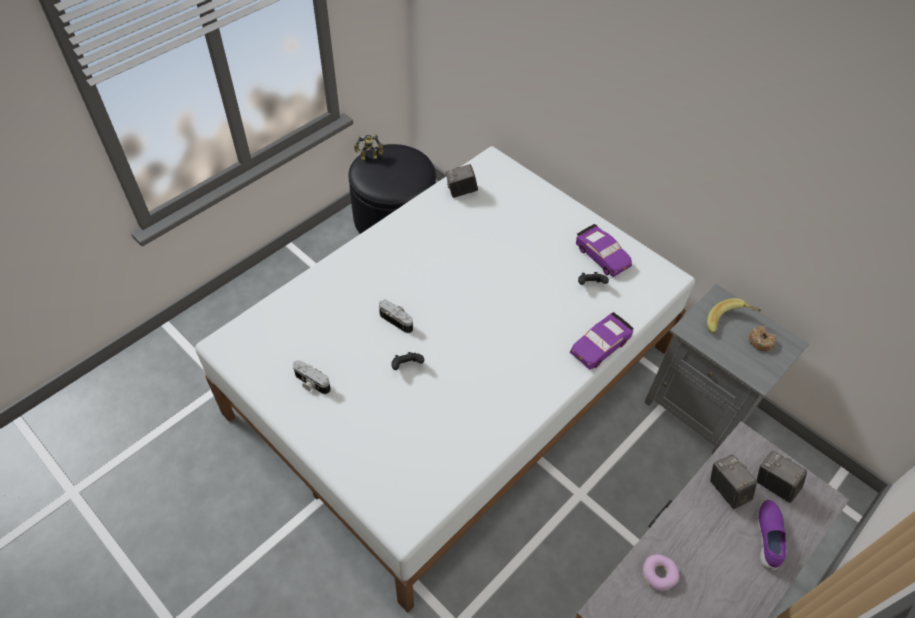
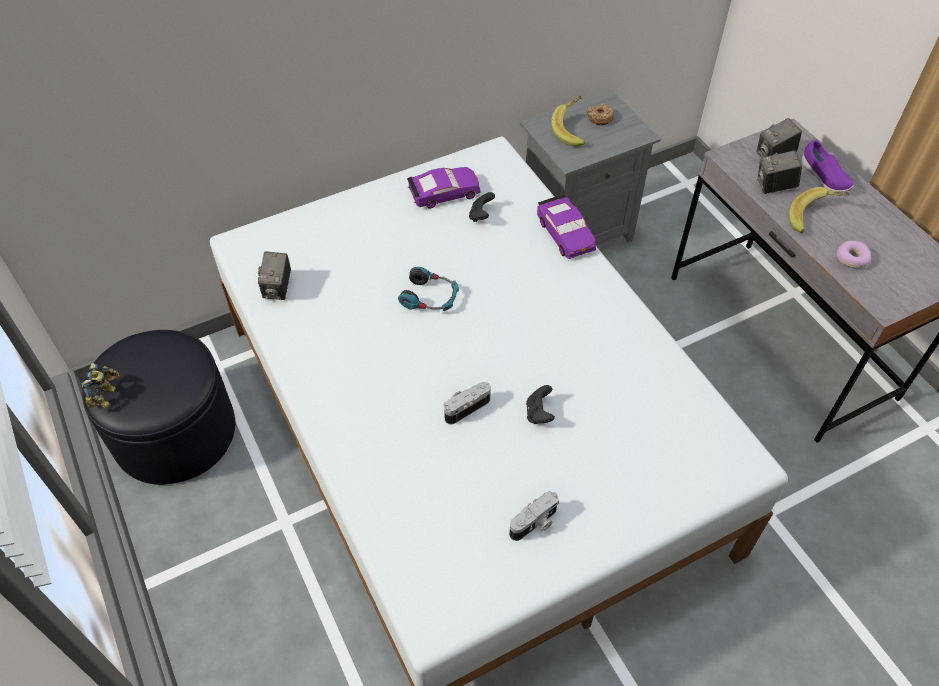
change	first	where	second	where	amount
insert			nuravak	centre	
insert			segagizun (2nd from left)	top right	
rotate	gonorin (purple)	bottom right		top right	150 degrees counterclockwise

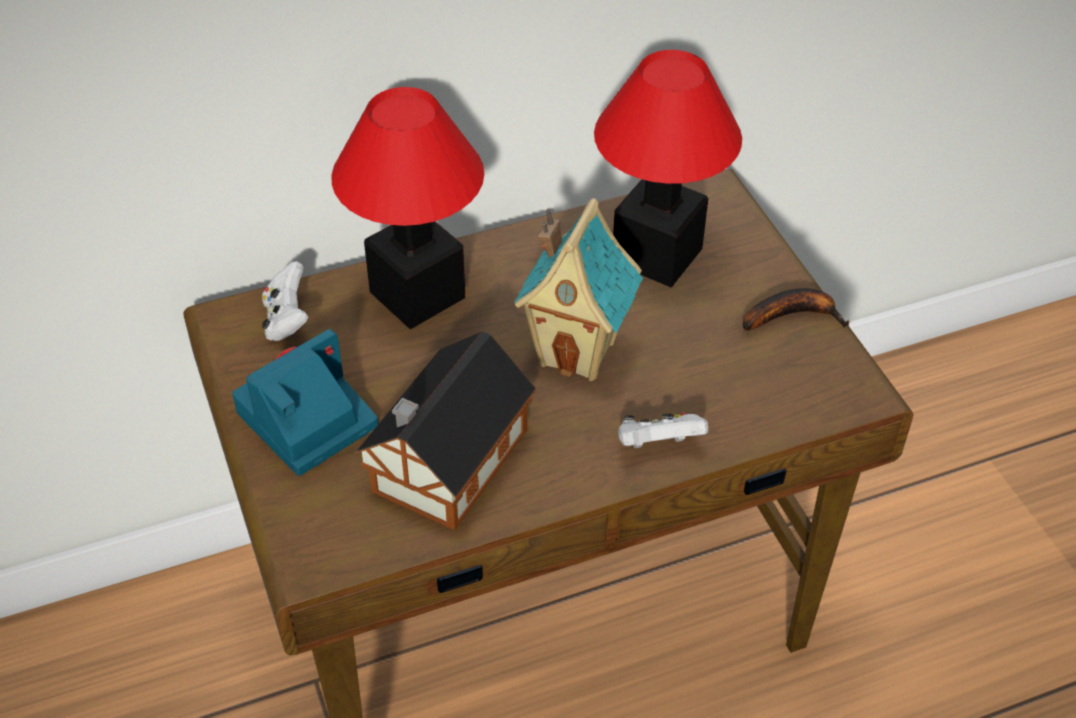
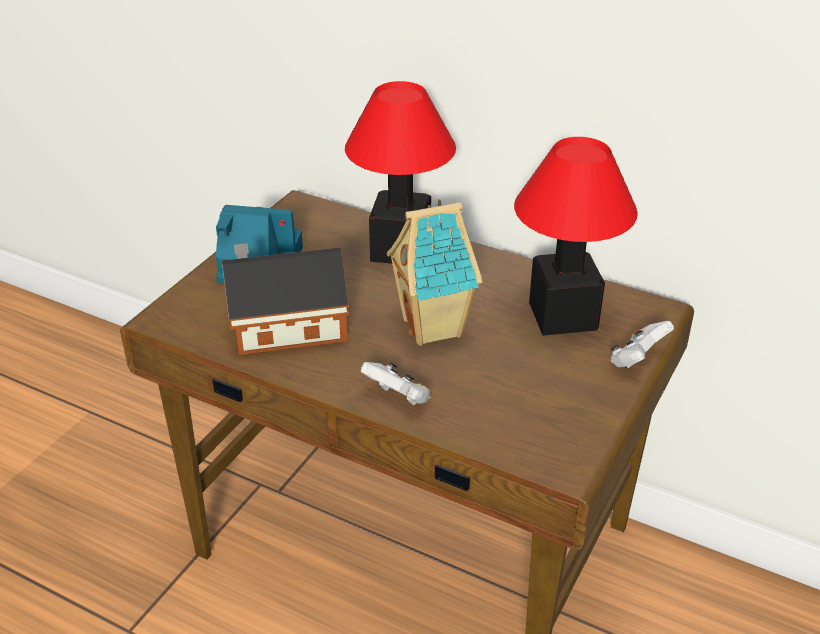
change	first	where	second	where	amount
move	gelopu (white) (1st from left in the first image)	middle left	gelopu (white) (2nd from left)	middle right	
delete	segagizun	middle right			

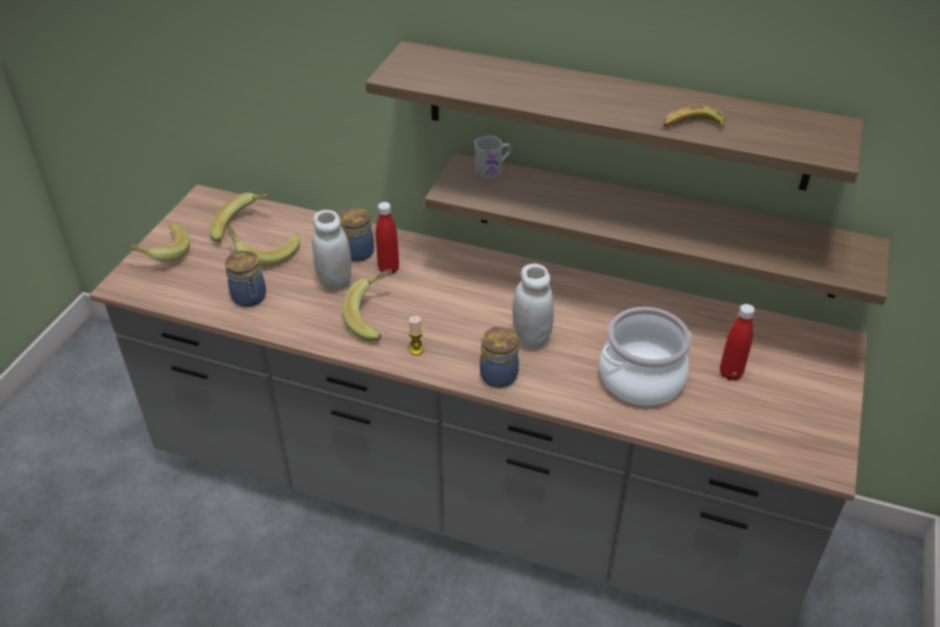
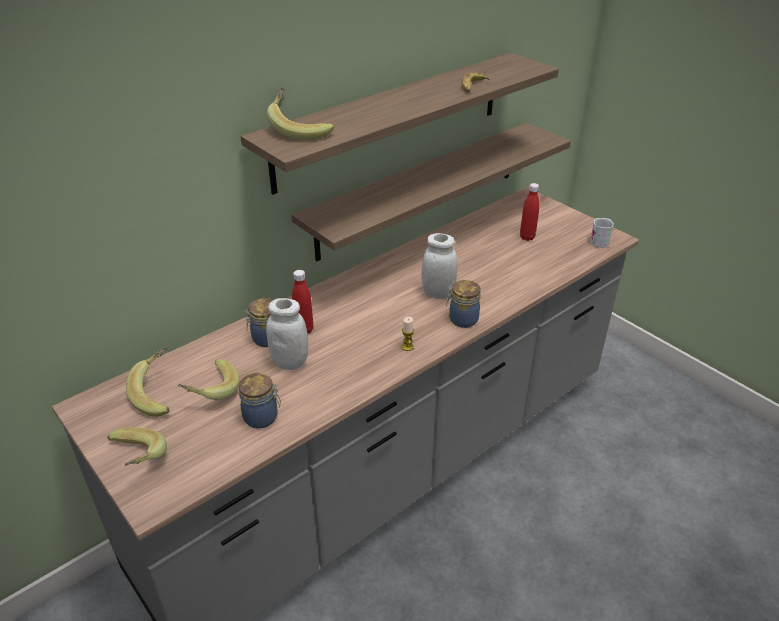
change	first	where	second	where	amount
move	segagizun (4th from left)	centre		top centre	
move	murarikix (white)	top centre		middle right	
delete	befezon	middle right			

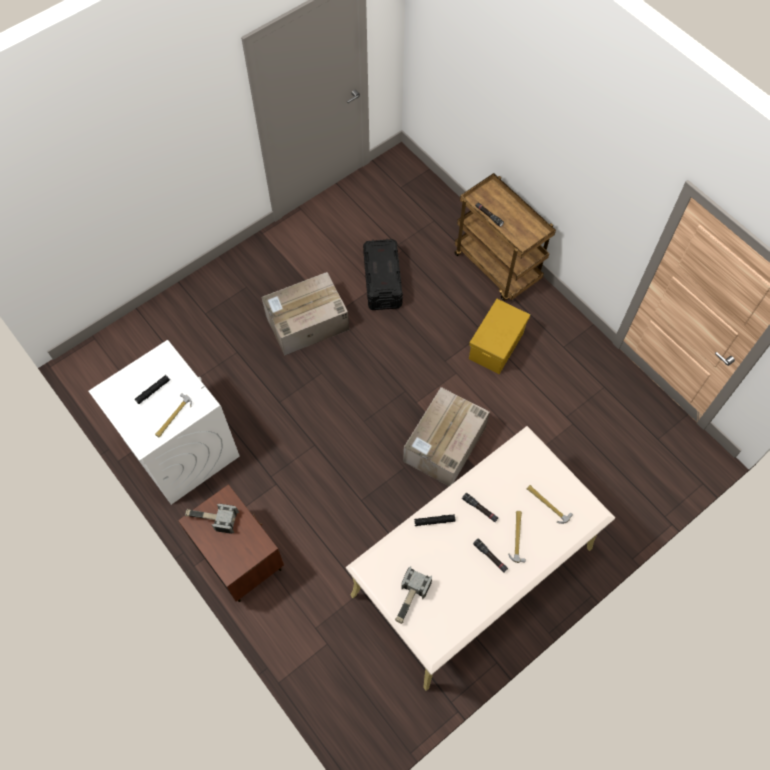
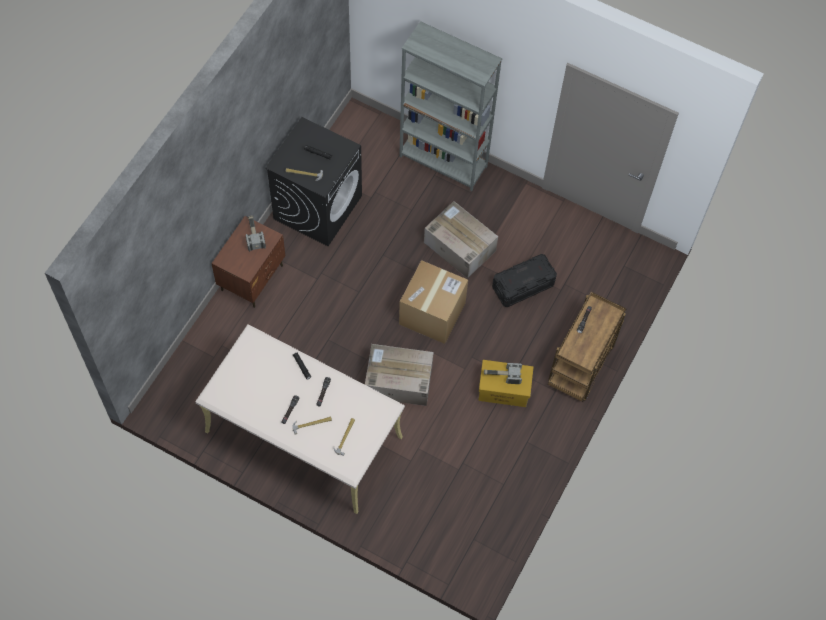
change	first	where	second	where	amount
recolor	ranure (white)	middle left	ranure (black)	top centre	
insert			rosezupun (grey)	top centre	
insert			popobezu (2nd from left)	centre	
move	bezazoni (3rd from left in the first image)	bottom centre	bezazoni (5th from left)	centre	

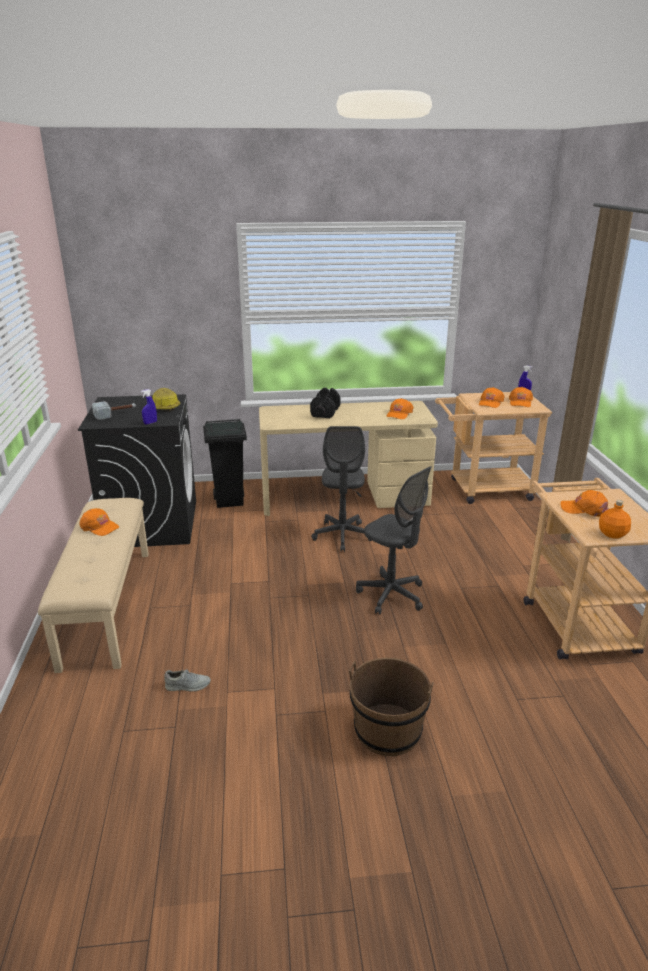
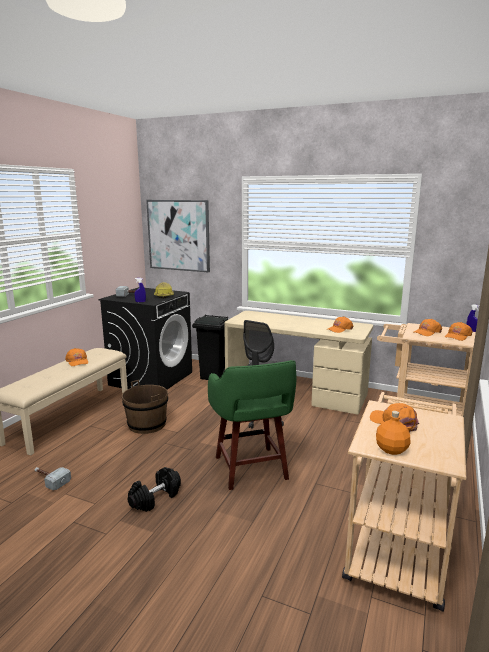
change	first	where	second	where	amount
replace	gonorin (grey)	bottom left	bezazoni (1st from left)	bottom left	
move	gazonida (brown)	bottom centre		middle left	
move	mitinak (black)	centre		bottom left	
insert			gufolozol	centre	
replace	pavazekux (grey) (2nd from left)	centre	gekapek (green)	centre	

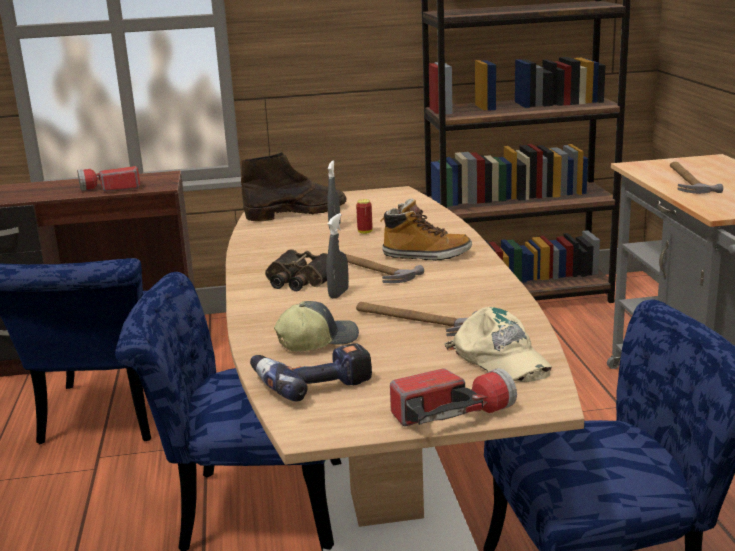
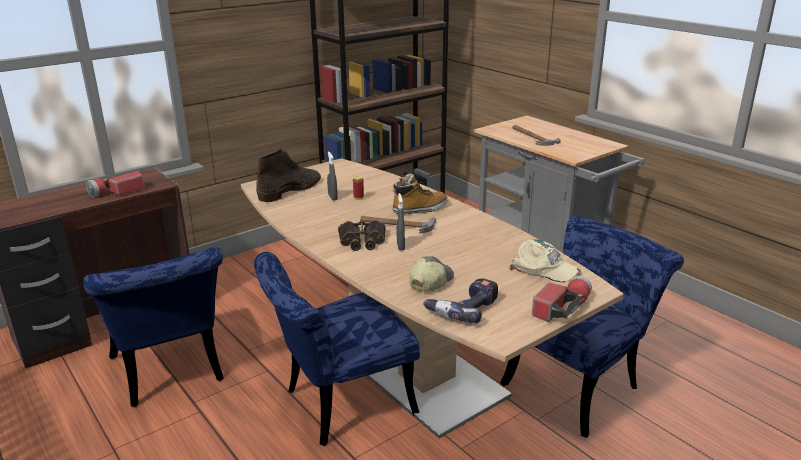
change	first	where	second	where	amount
delete	bezazoni (2nd from left)	centre			

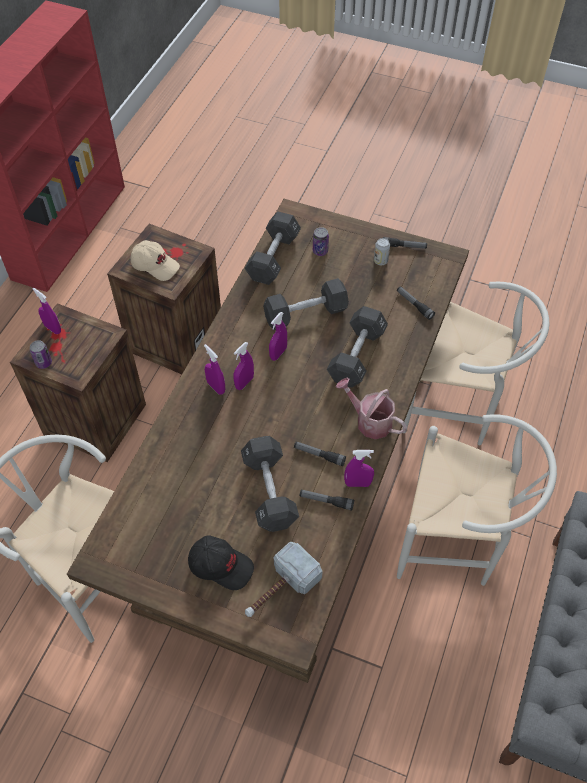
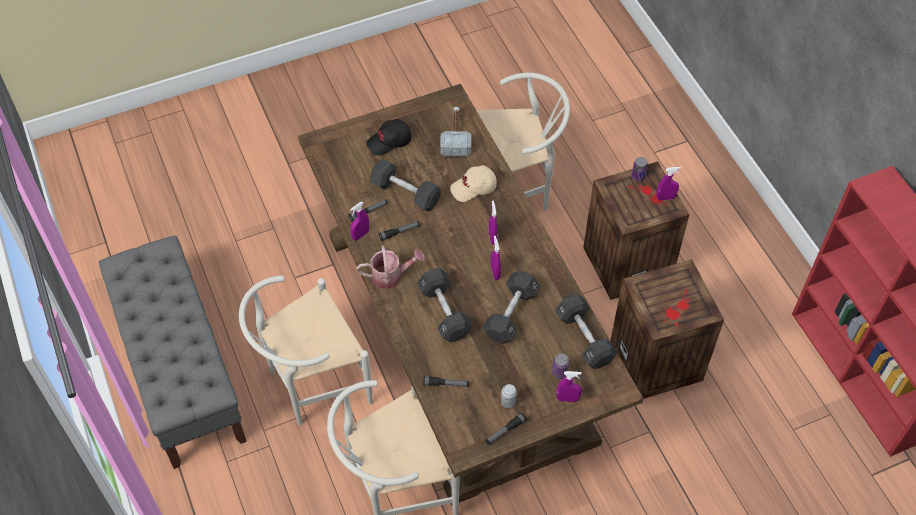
change	first	where	second	where	amount
move	bezazoni	bottom centre		top centre	
move	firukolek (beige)	top left		centre	
move	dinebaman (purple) (2nd from left in the first image)	centre	dinebaman (purple) (4th from left)	bottom centre	

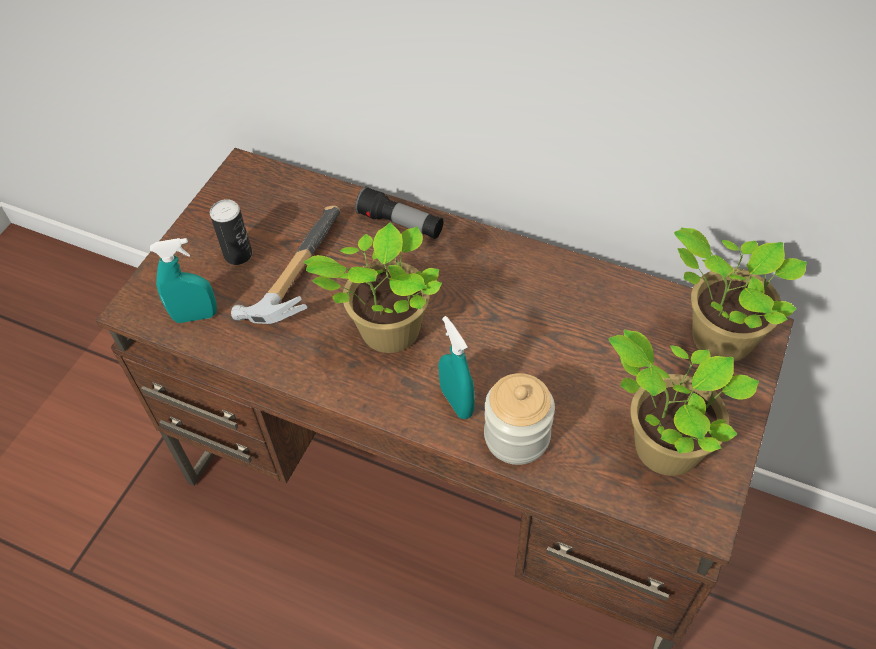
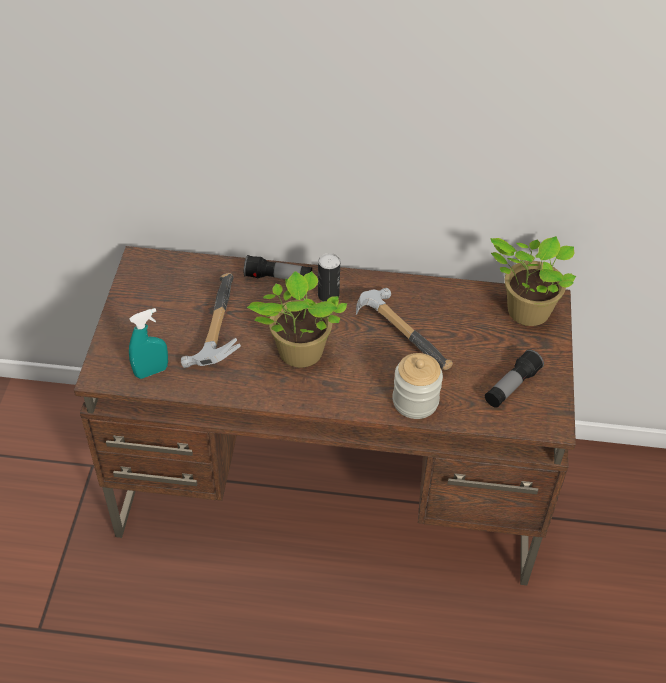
change	first	where	second	where	amount
move	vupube	middle left		centre	
insert			bezazoni (2nd from left)	centre	
replace	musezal (2nd from left)	middle right	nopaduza (2nd from left)	middle right	
delete	dinebaman (turquoise) (2nd from left)	centre			

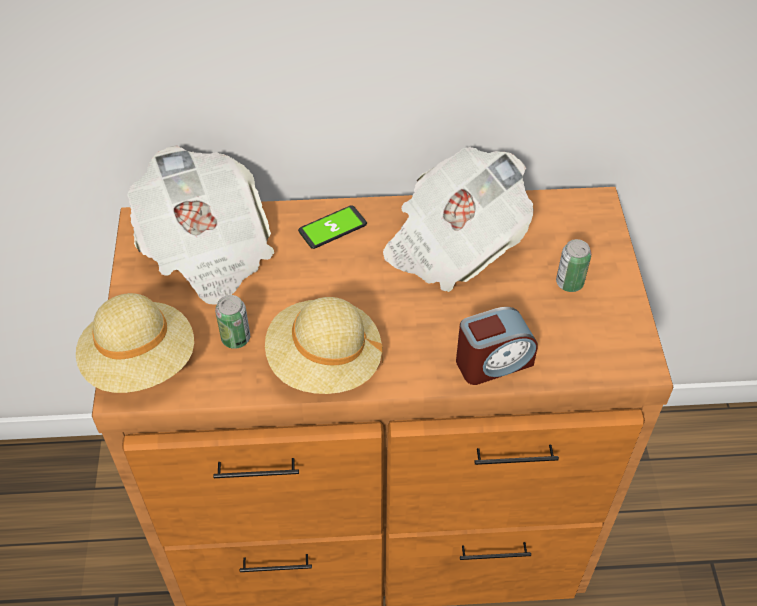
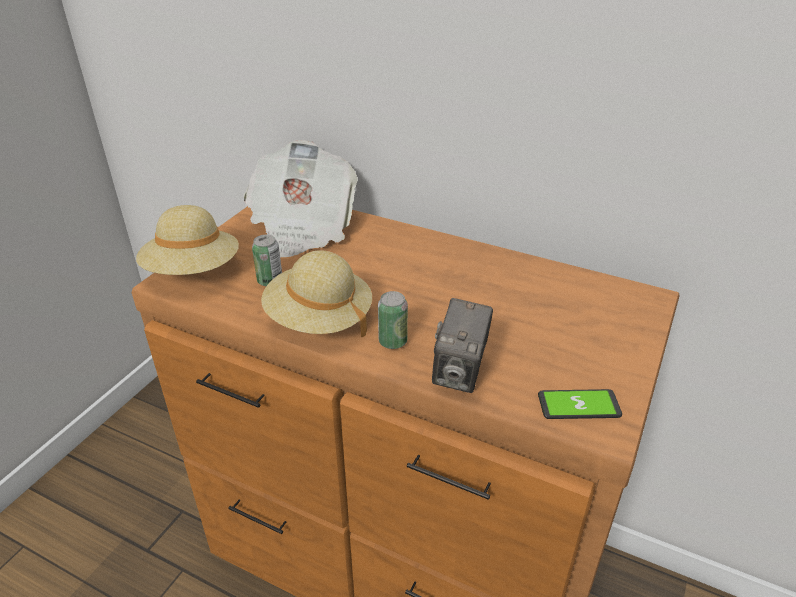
change	first	where	second	where	amount
move	vupube (2nd from left)	middle right		centre	
replace	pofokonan	centre	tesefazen	centre	
move	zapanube	centre		bottom right	
delete	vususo (2nd from left)	centre			

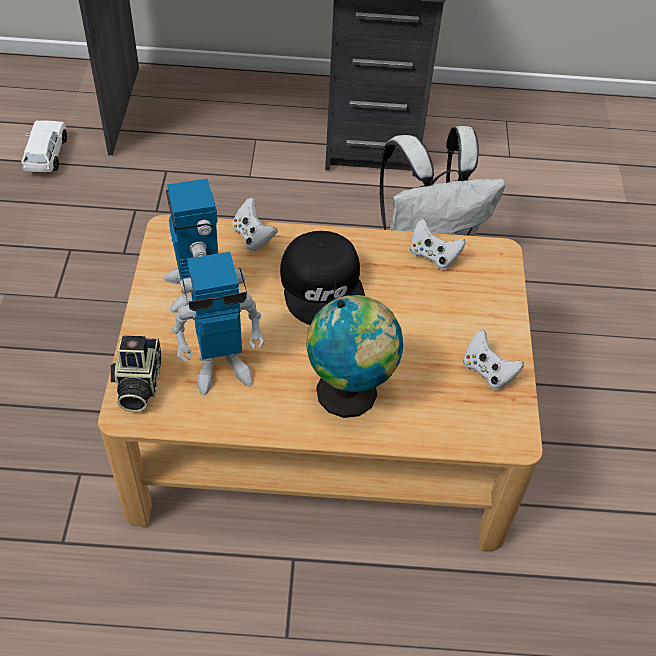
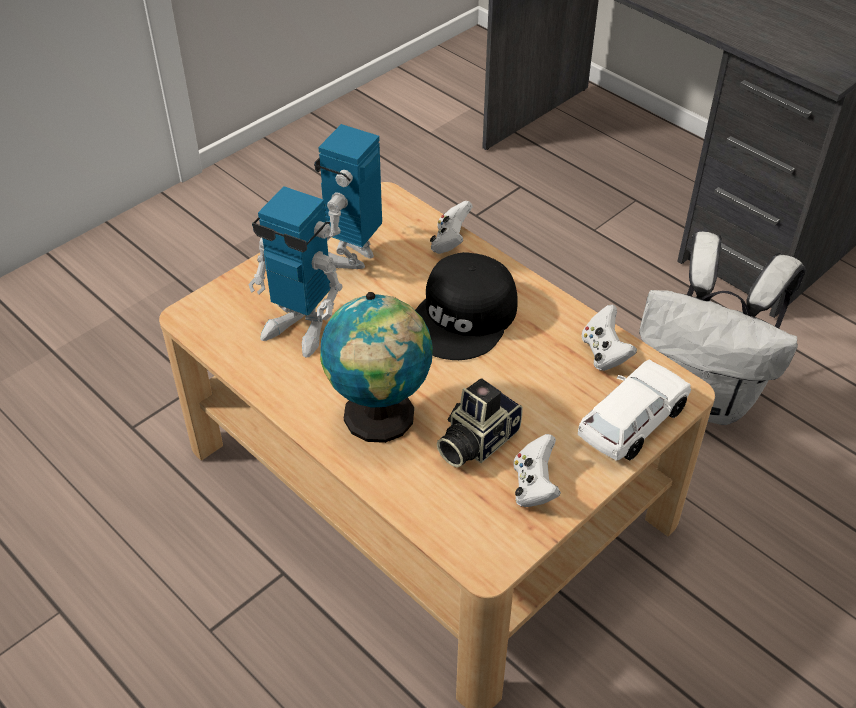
change	first	where	second	where	amount
move	tesefazen	middle left		centre	
move	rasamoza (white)	top left		middle right	

